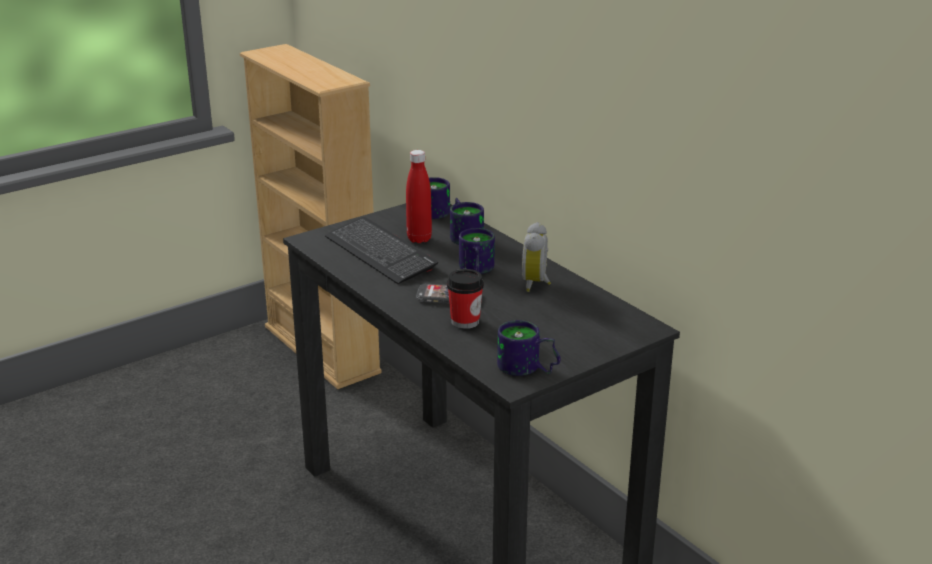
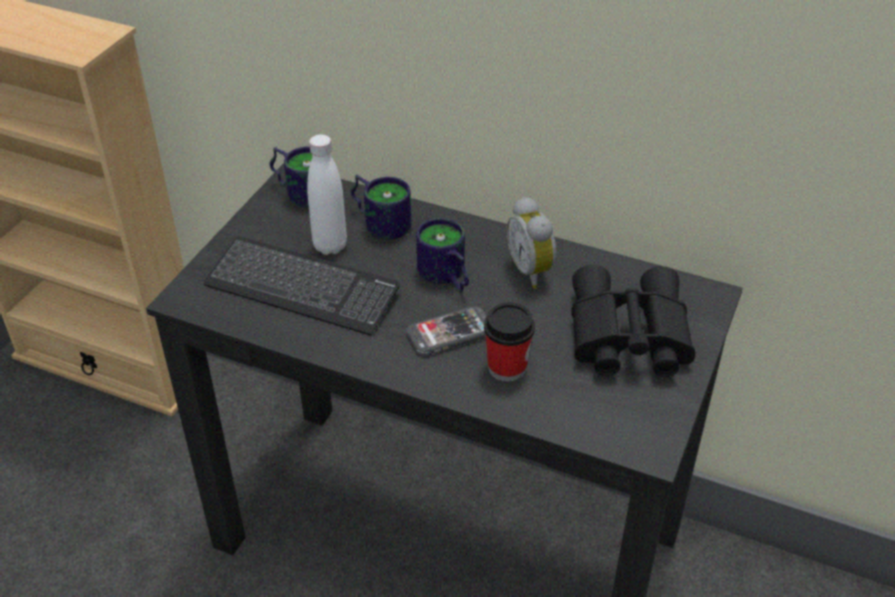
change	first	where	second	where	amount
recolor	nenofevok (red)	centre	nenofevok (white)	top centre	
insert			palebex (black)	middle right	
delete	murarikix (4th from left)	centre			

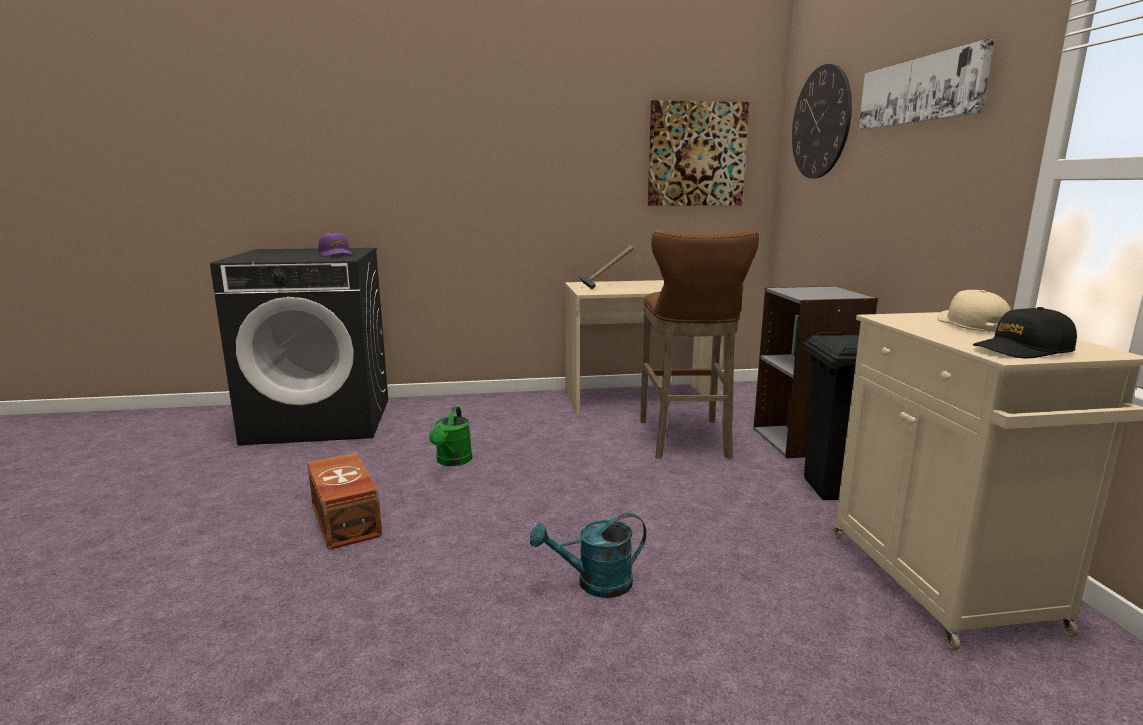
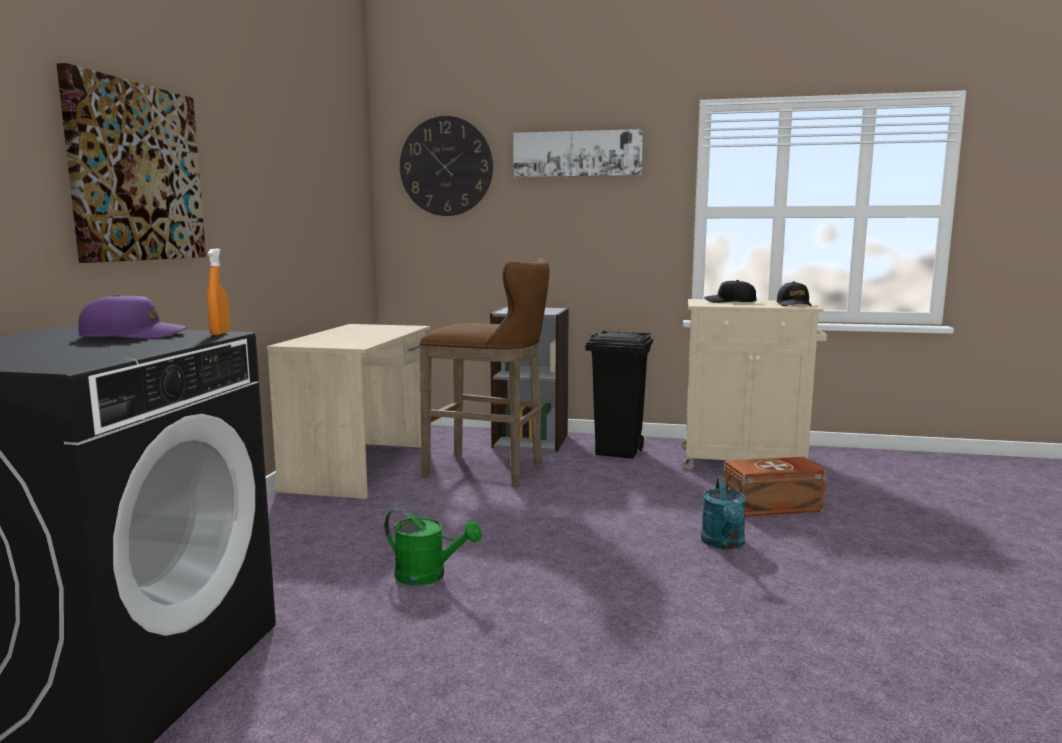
change	first	where	second	where	amount
move	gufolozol (1st from left)	top centre		top left	
insert			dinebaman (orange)	middle left	
recolor	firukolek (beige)	middle right	firukolek (black) (1st from left)	middle right	
move	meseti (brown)	bottom left		middle right	
delete	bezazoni	centre			

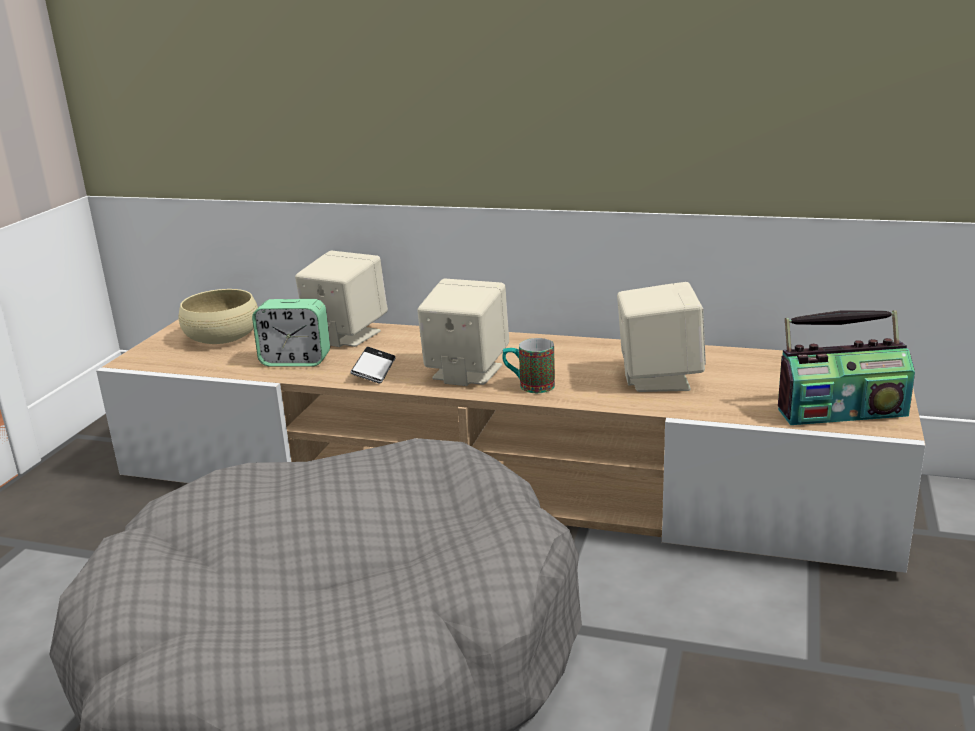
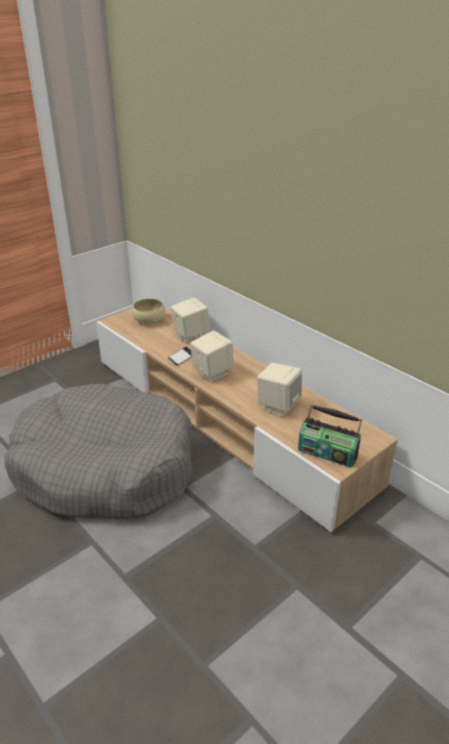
change	first	where	second	where	amount
delete	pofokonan	middle left			
delete	murarikix	centre			

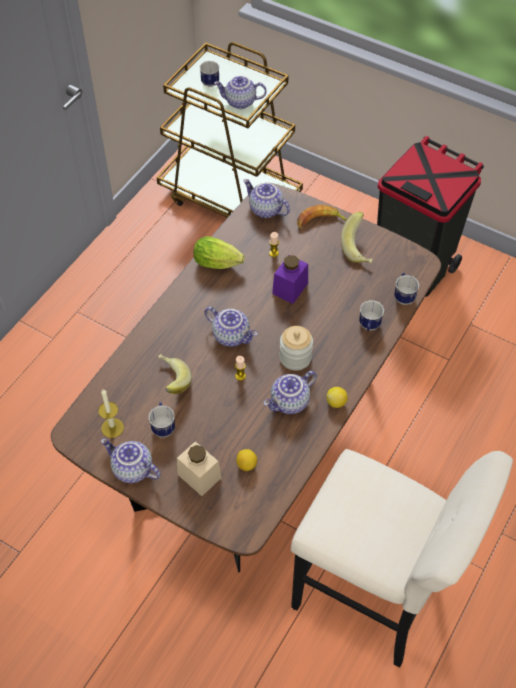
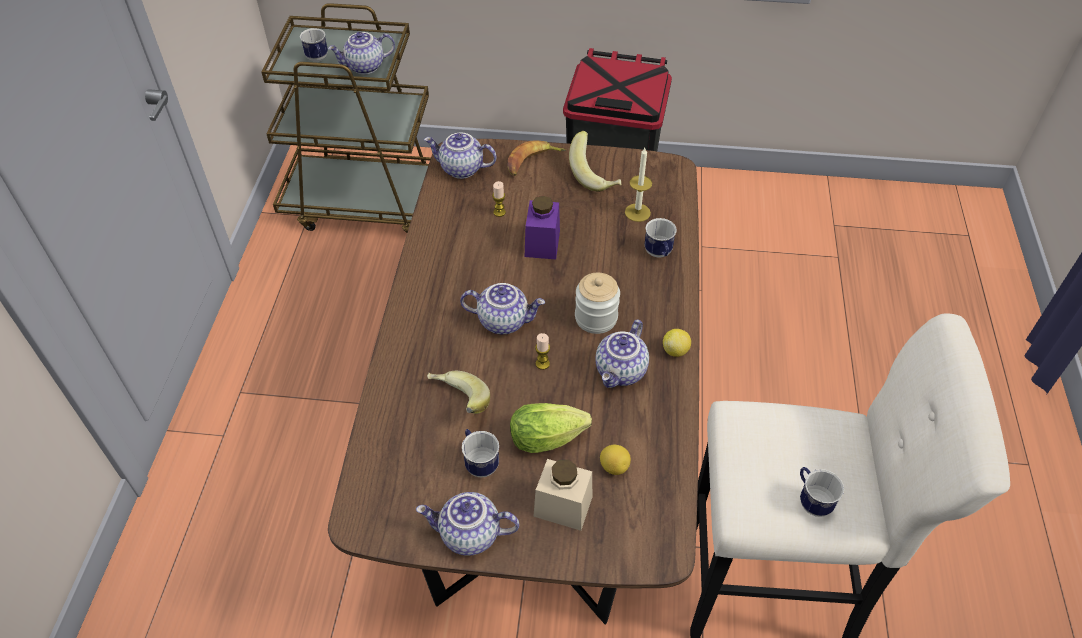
change	first	where	second	where	amount
move	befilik	centre		bottom centre	
move	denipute (1st from left in the first image)	middle left	denipute (3rd from left)	top centre	
move	murarikix (4th from left)	middle right		bottom right	

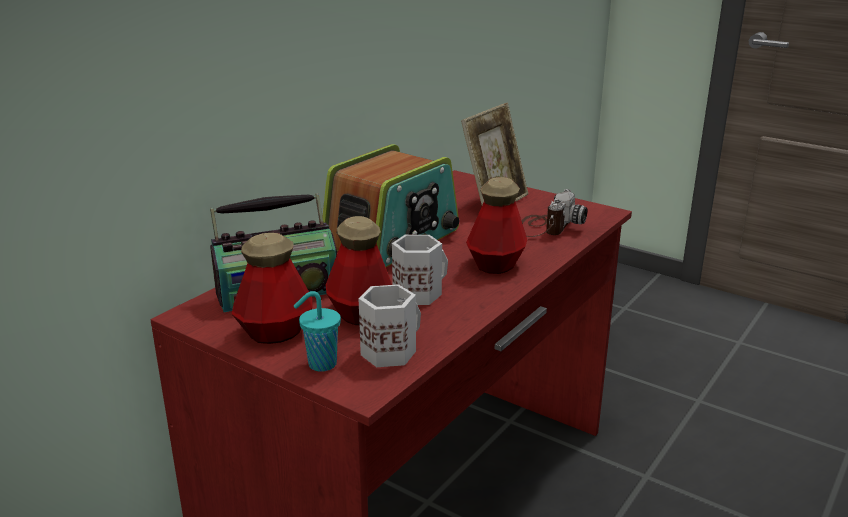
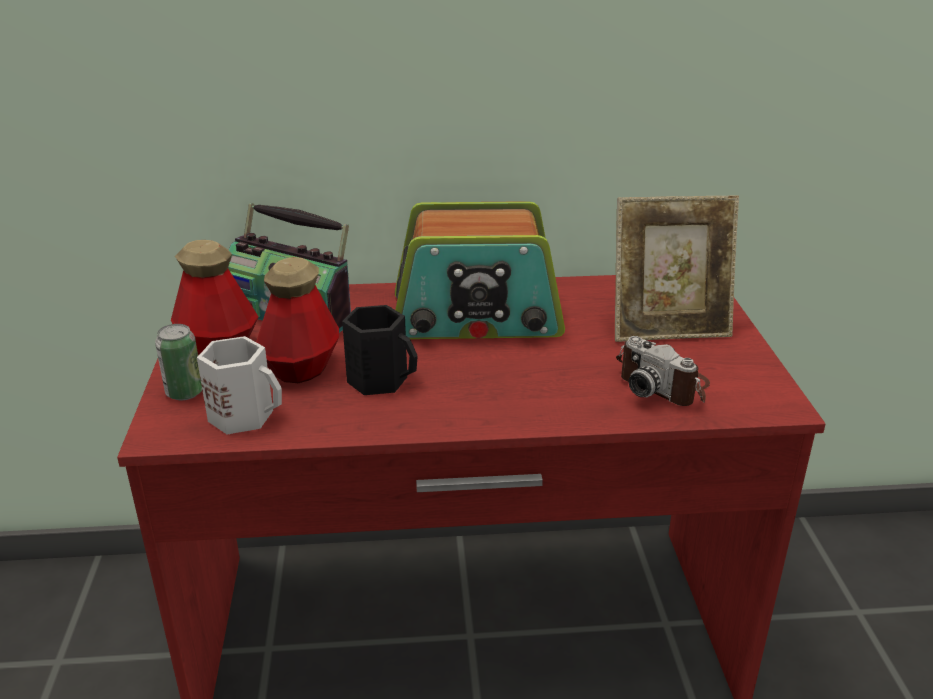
change	first	where	second	where	amount
replace	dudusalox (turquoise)	centre	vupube	middle left	
recolor	murarikix (white) (2nd from left)	centre	murarikix (black)	centre	
rotate	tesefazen	centre		middle right	60 degrees clockwise
delete	nenofevok (3rd from left)	centre			

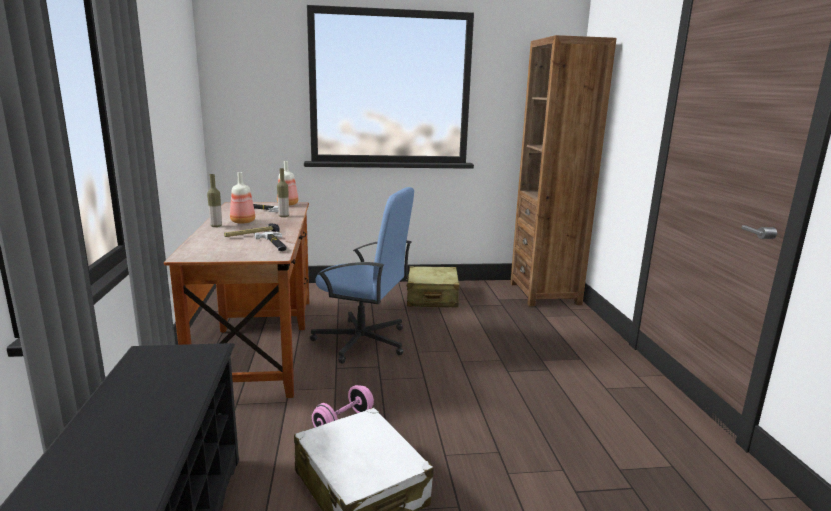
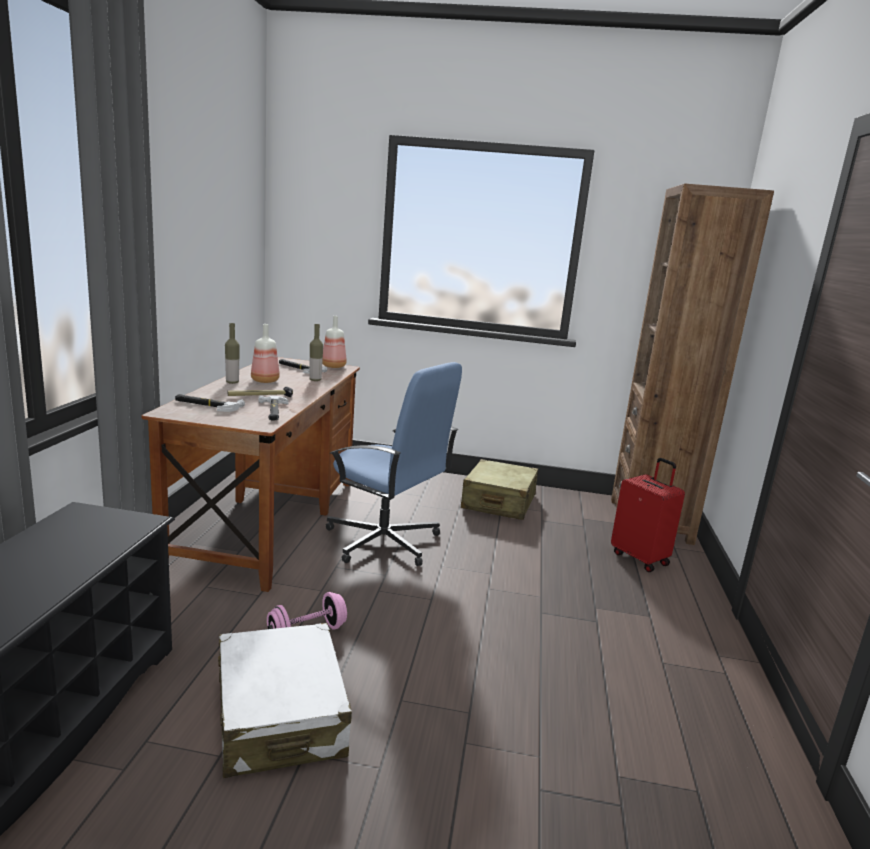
change	first	where	second	where	amount
insert			bezazoni (1st from left)	middle left	
insert			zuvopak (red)	middle right	

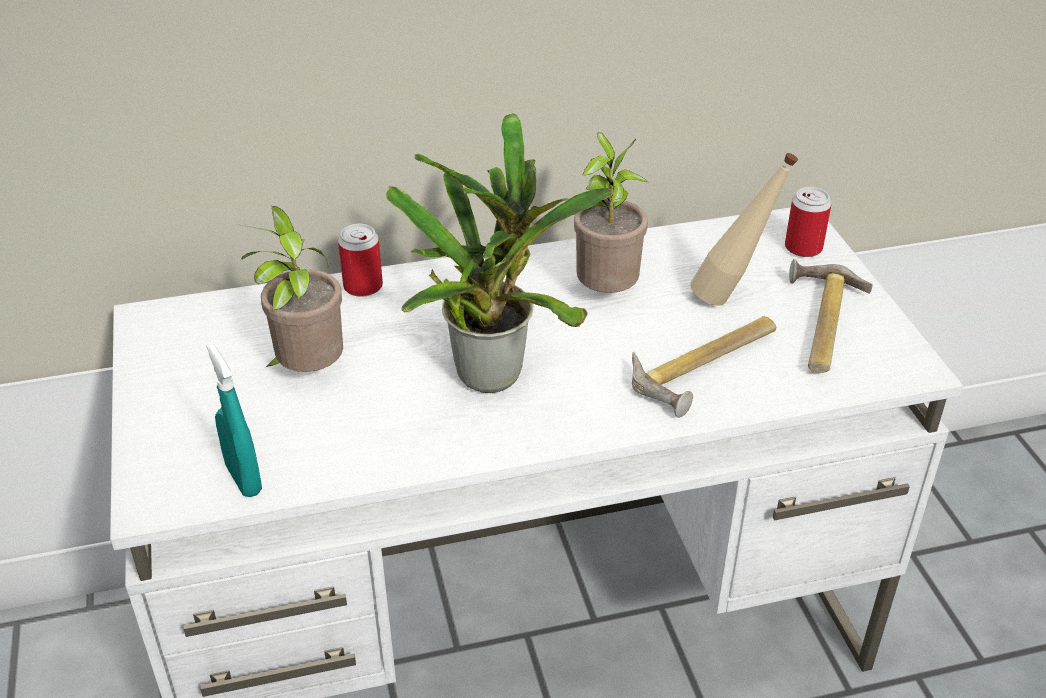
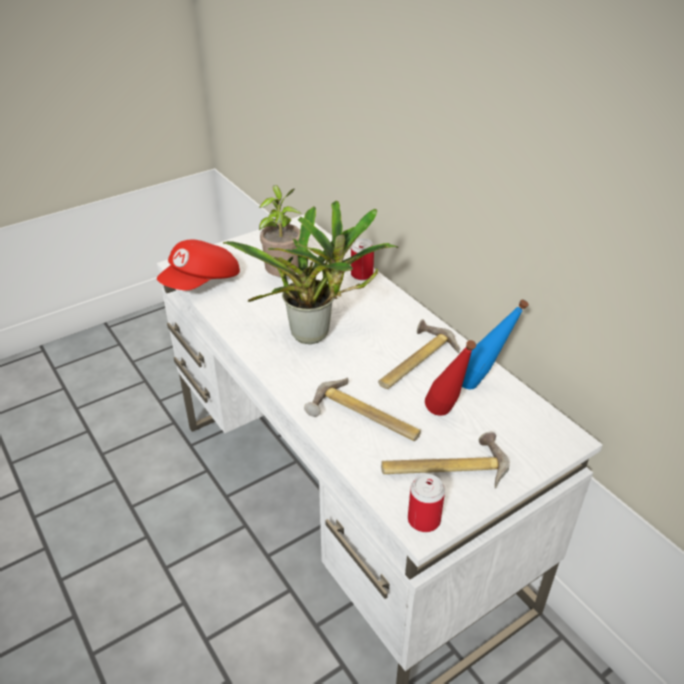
change	first	where	second	where	amount
replace	dinebaman (turquoise)	middle left	firukolek (red)	middle left	
replace	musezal (3rd from left)	top centre	bezazoni (2nd from left)	centre	
move	vupube (2nd from left)	top right		bottom centre	
recolor	nenofevok (beige)	top right	nenofevok (red)	centre	
insert			nenofevok (blue)	middle right	

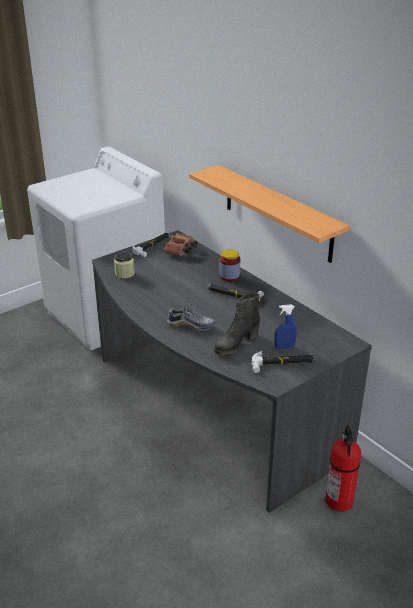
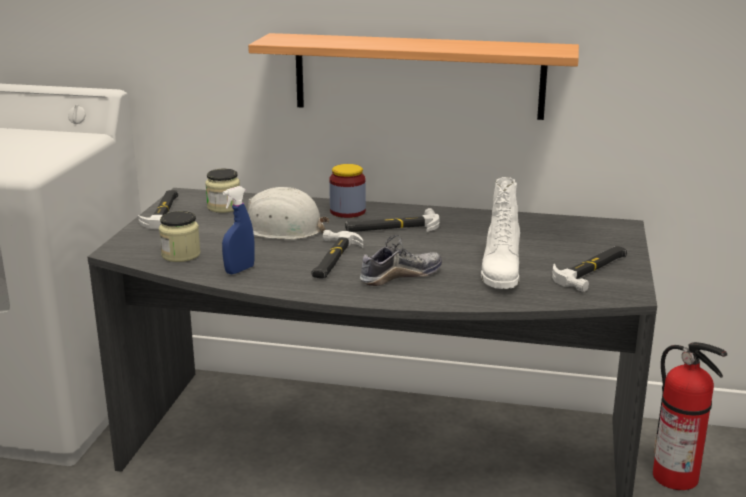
change	first	where	second	where	amount
replace	palebex (brown)	centre	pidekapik (2nd from left)	middle left	
move	dinebaman (blue)	middle right		middle left	
insert			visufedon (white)	centre	
insert			bezazoni (2nd from left)	centre	
recolor	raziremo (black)	centre	raziremo (white)	middle right	

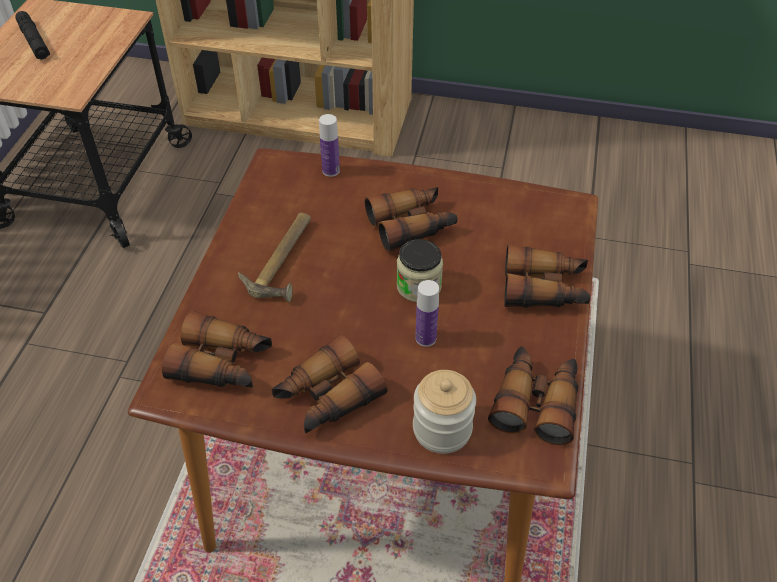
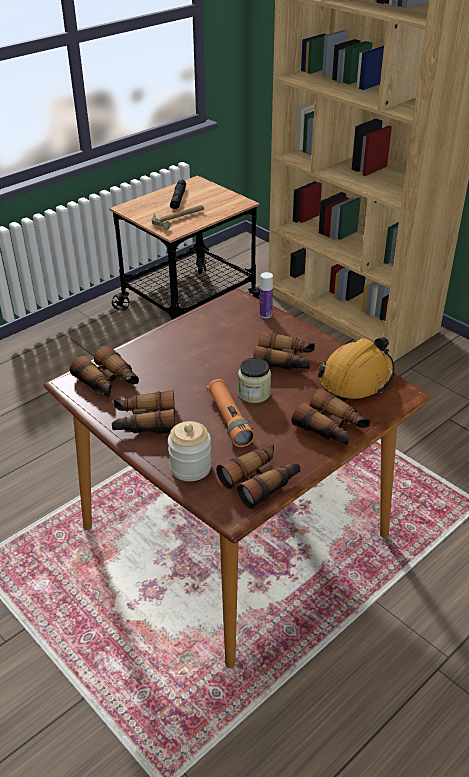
change	first	where	second	where	amount
move	bezazoni	centre		top centre	
replace	nenofevok (2nd from left)	centre	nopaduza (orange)	centre	
insert			visufedon (orange)	middle right	

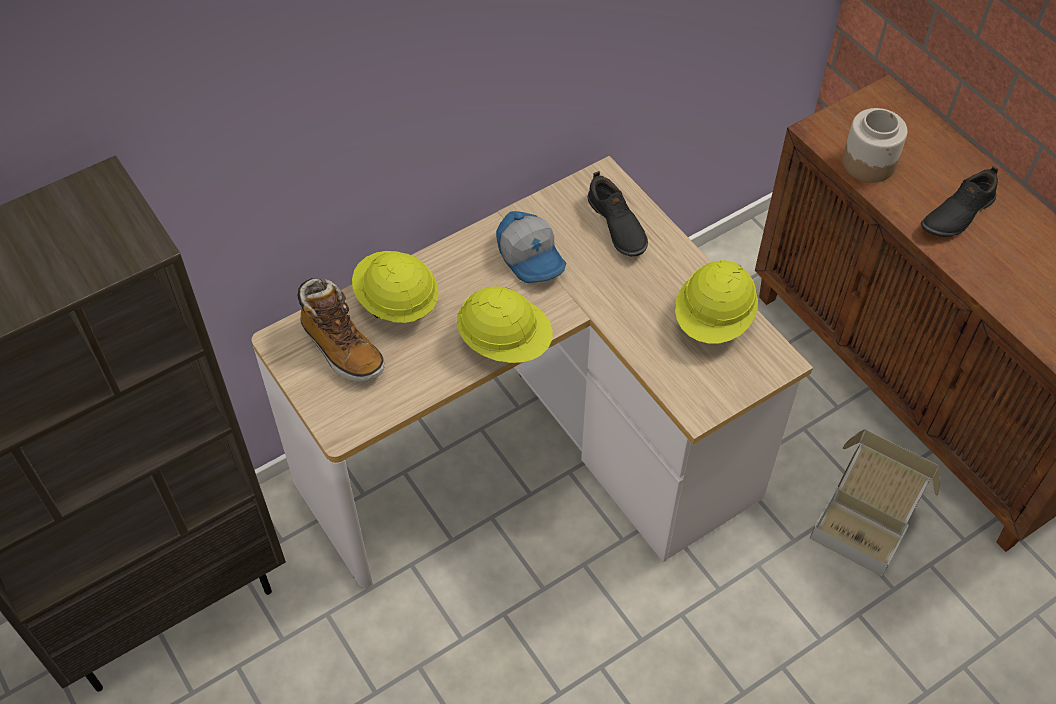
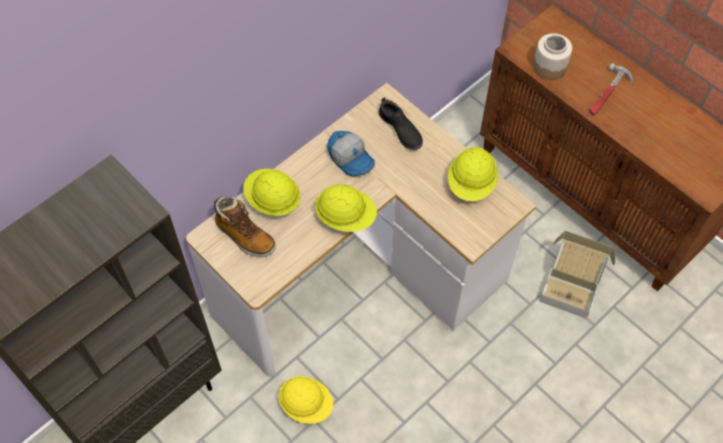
change	first	where	second	where	amount
insert			visufedon (yellow) (2nd from left)	bottom centre	
replace	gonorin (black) (2nd from left)	top right	bezazoni	top right	

